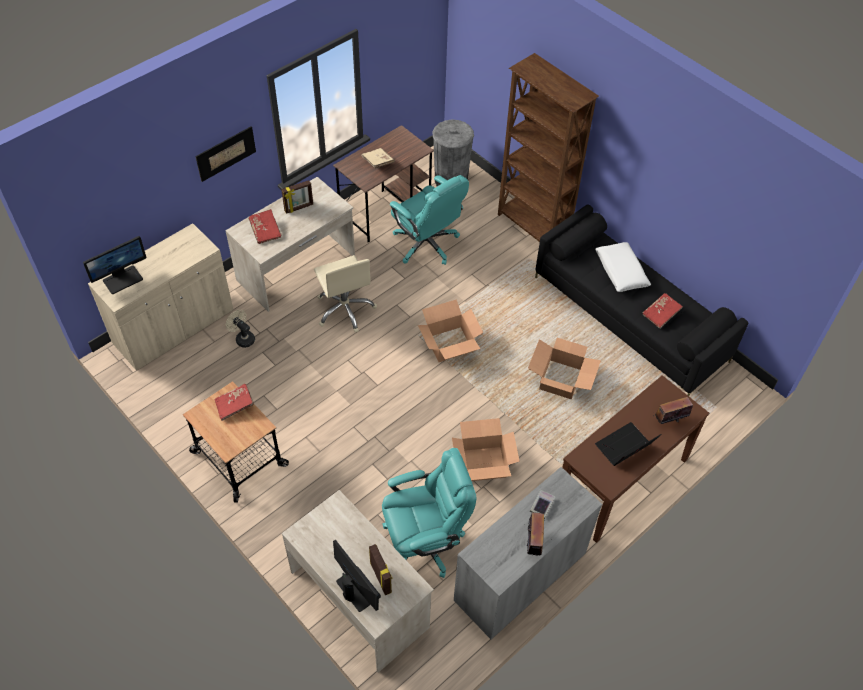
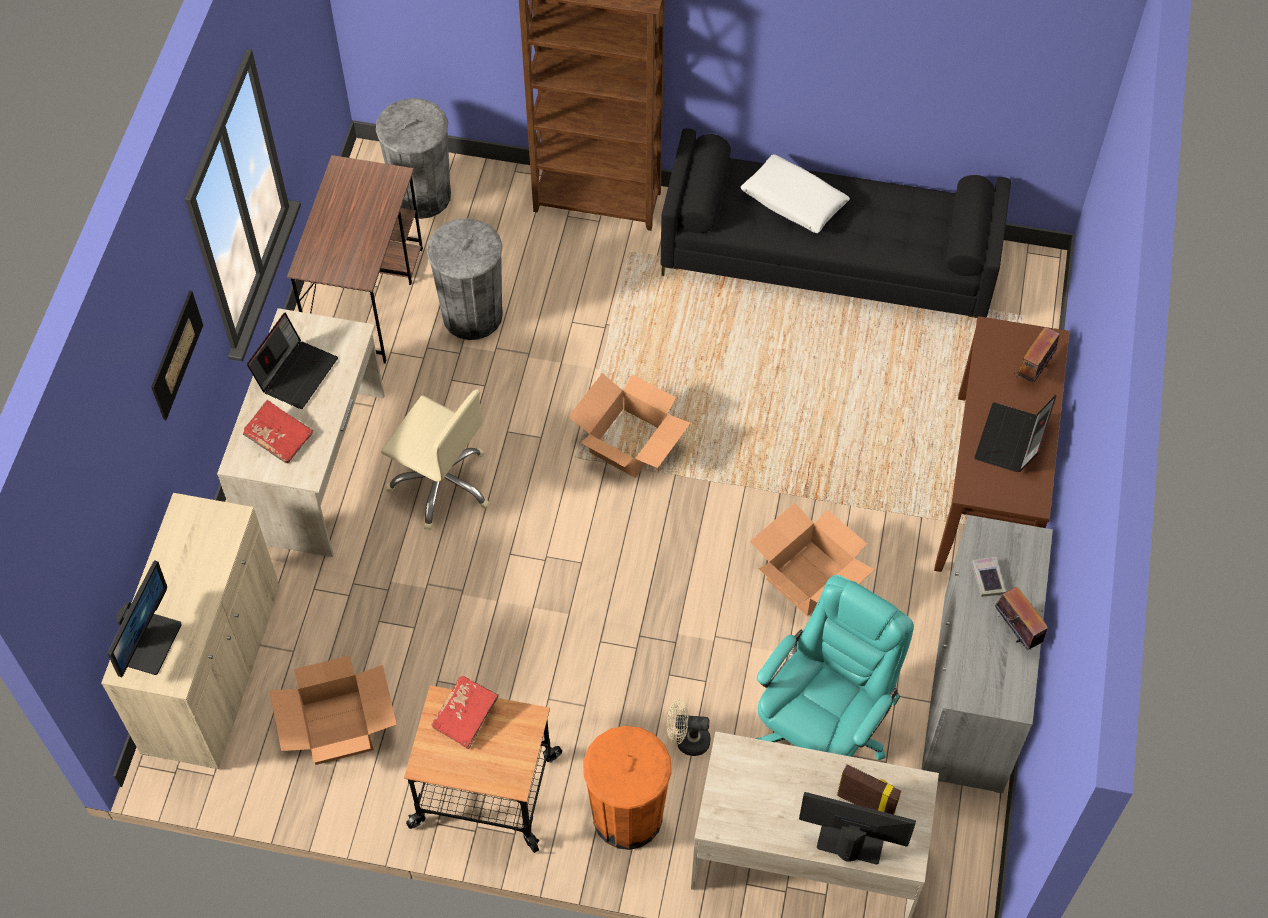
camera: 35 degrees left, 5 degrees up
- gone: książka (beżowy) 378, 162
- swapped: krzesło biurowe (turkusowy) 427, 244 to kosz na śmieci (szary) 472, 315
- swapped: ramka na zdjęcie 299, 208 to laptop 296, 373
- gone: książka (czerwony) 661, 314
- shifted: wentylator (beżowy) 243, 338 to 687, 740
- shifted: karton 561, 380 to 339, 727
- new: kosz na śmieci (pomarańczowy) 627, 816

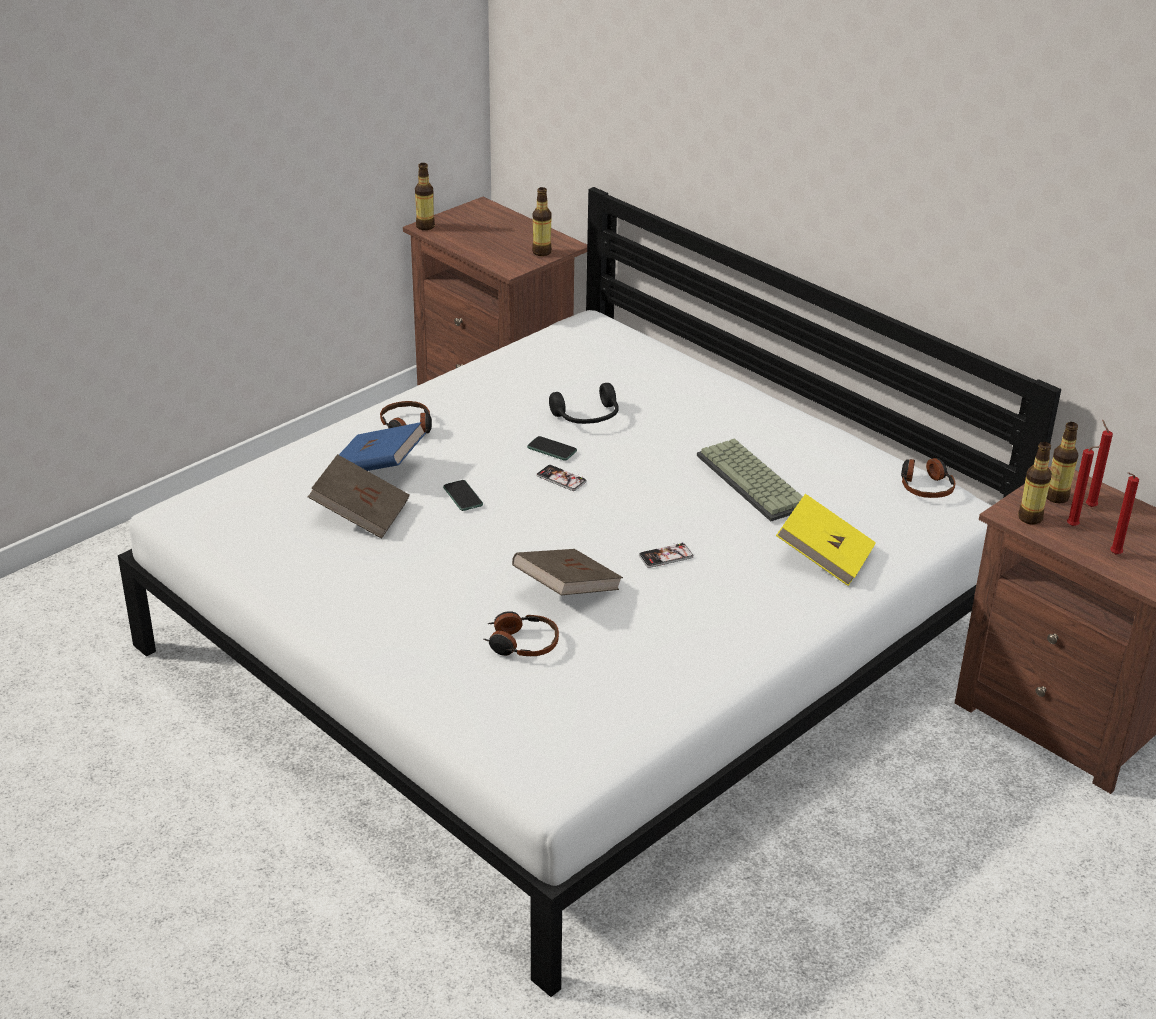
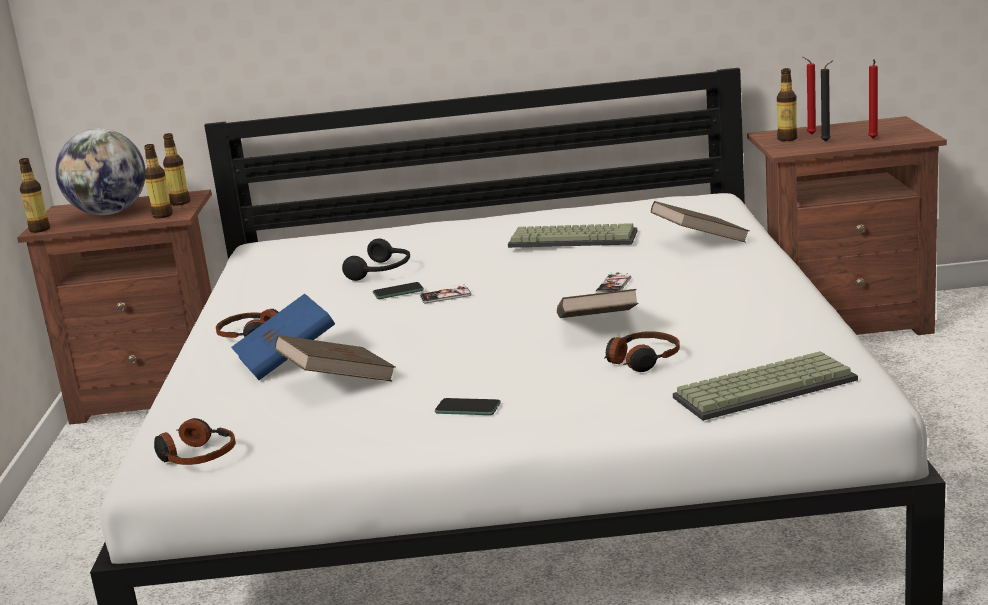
camera: 45 degrees left, 15 degrees down
- shifted: butelka 1030, 518 to 162, 215
- repainted: świeca (czerwony) 1074, 527 to świeca (czarny) 827, 141
- shifted: słuchawki 925, 486 to 196, 456
- shifted: telefon 463, 496 to 468, 408
- repainted: książka (żółty) 824, 558 to książka (brązowy) 700, 242
- new: globus 109, 213
- new: klawiatura 765, 387

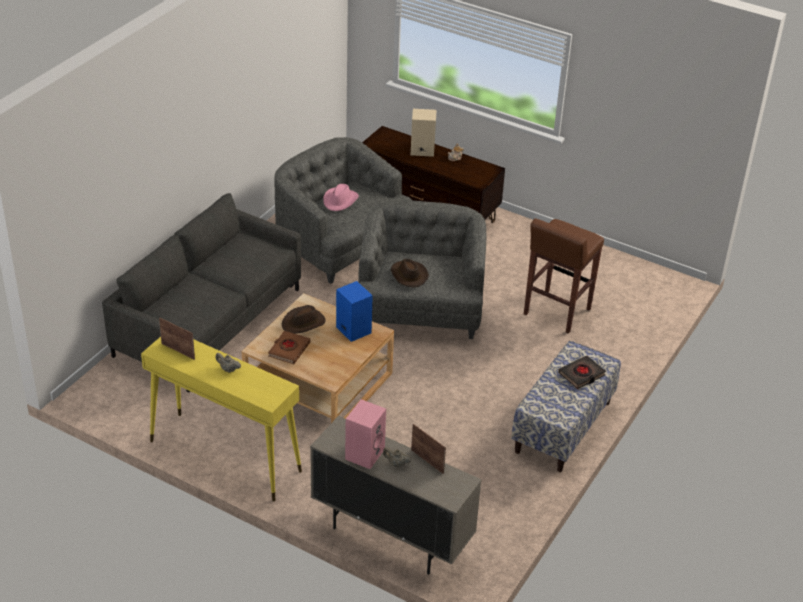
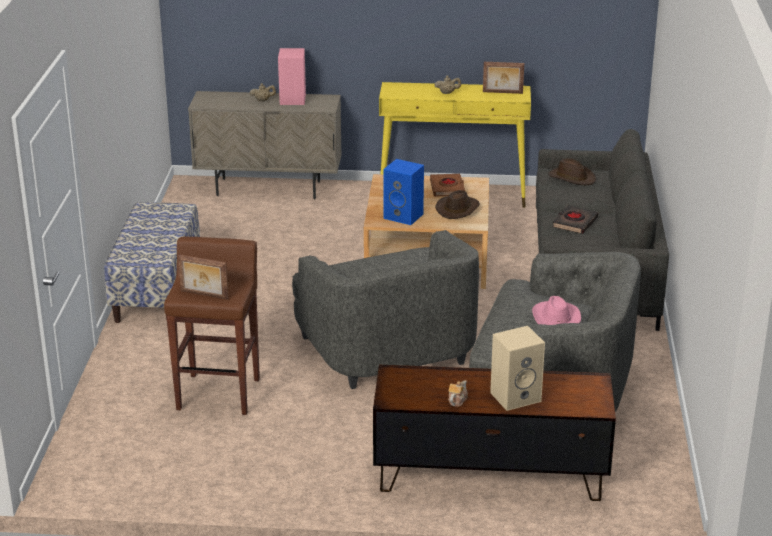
camera: 155 degrees right, 10 degrees down
- shifted: kapelusz (brązowy) 408, 275 to 572, 177
- shifted: książka (czarny) 581, 374 to 574, 223
- shifted: ramka na zdjęcie 427, 461 to 204, 295

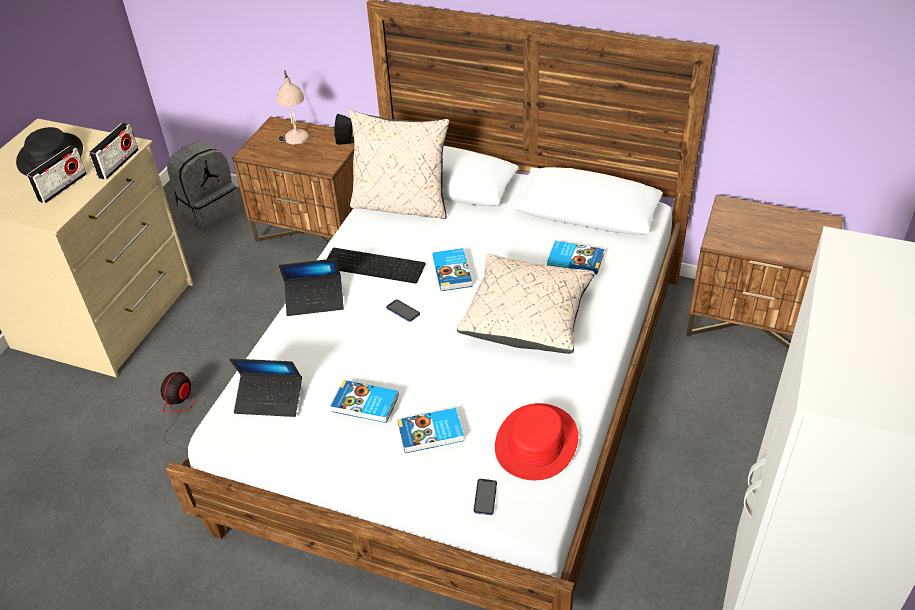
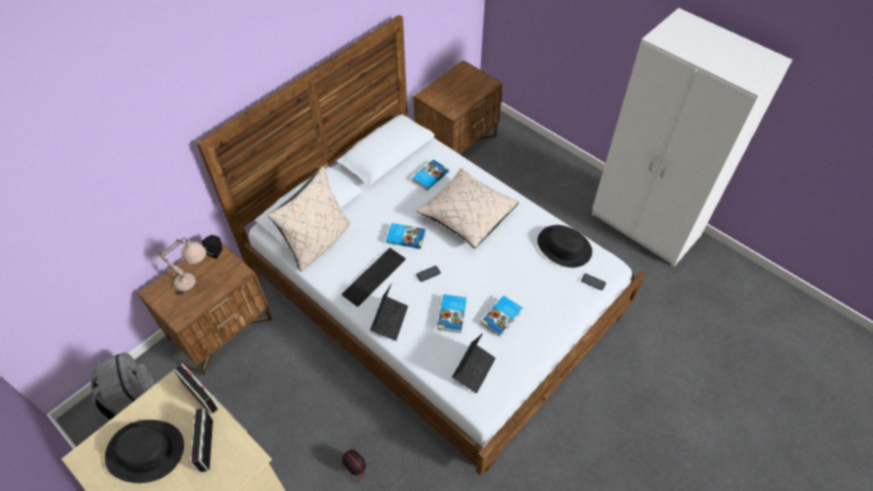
camera: 70 degrees left, 10 degrees up
- rotated: radio 62, 187 = 205, 445 150 degrees counterclockwise
- repainted: kapelusz (czerwony) 536, 442 to kapelusz (czarny) 564, 247
- shifted: książka 431, 433 to 452, 314

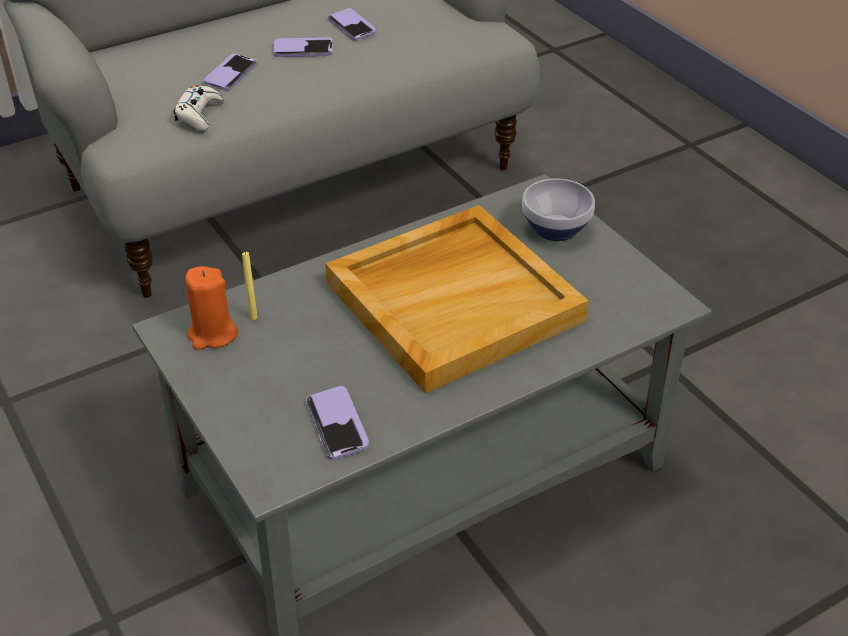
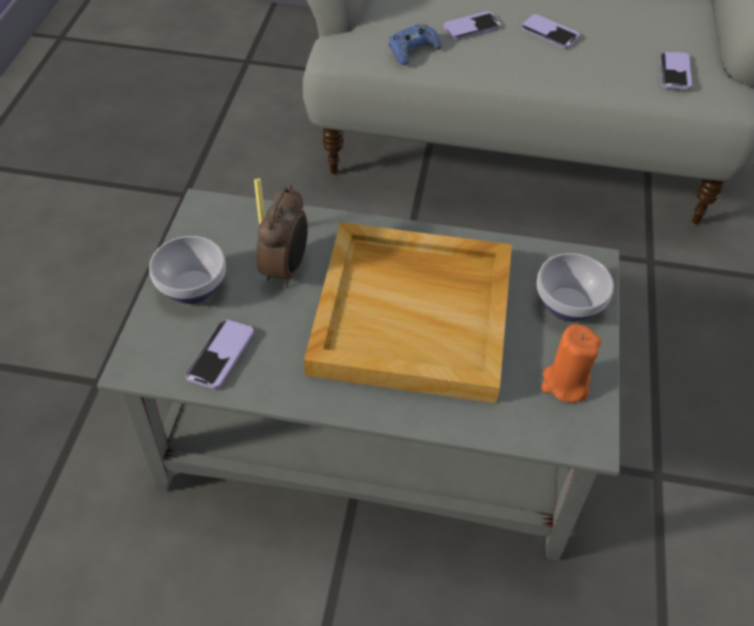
camera: 40 degrees right, 10 degrees up
- shifted: telefon 352, 26 to 674, 72
- repainted: pad do gier (biały) 199, 115 to pad do gier (niebieski) 413, 50
- shifted: świeca (pomarańczowy) 212, 334 to 565, 383
- new: budzik 286, 269
- new: miska 194, 287

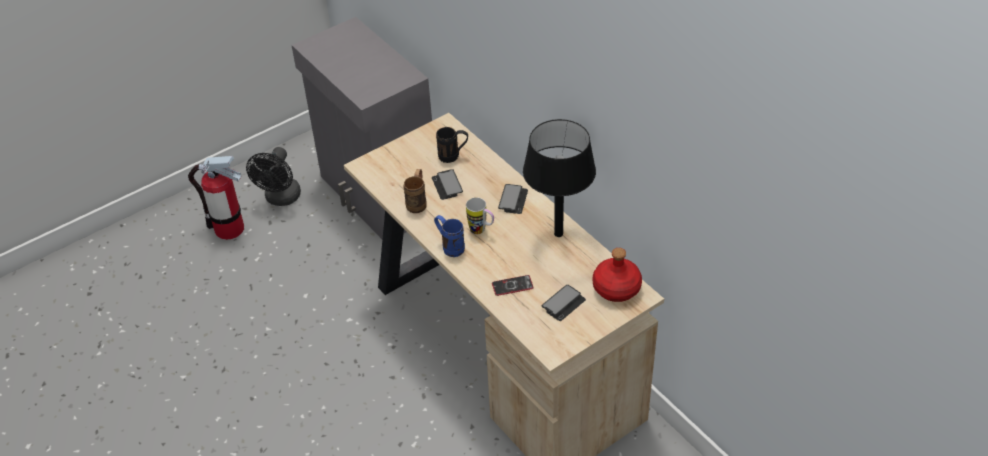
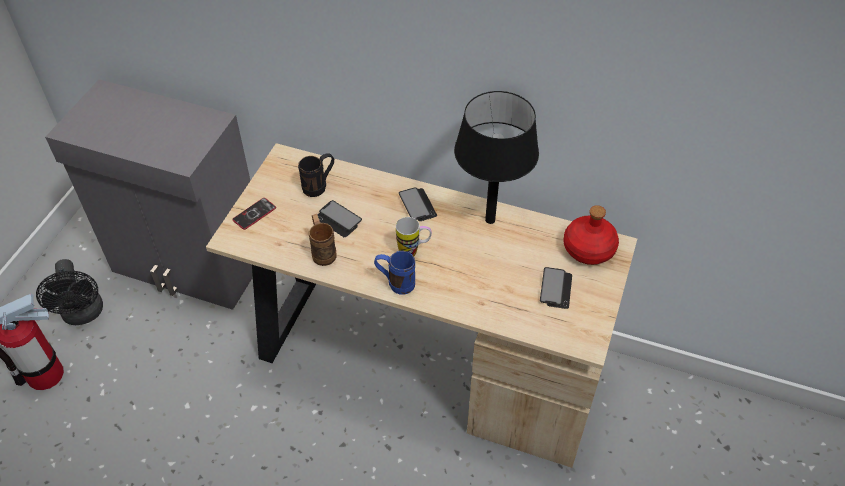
camera: 35 degrees left, 5 degrees up
- shifted: telefon 512, 286 to 254, 214

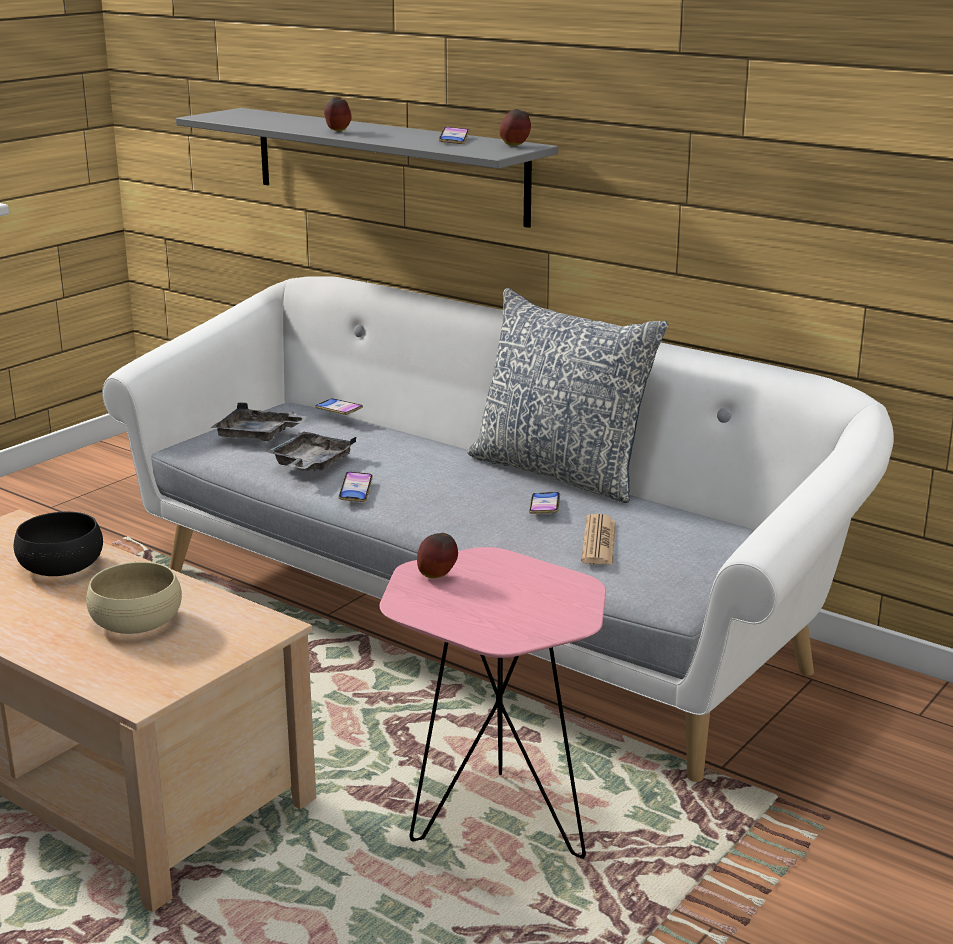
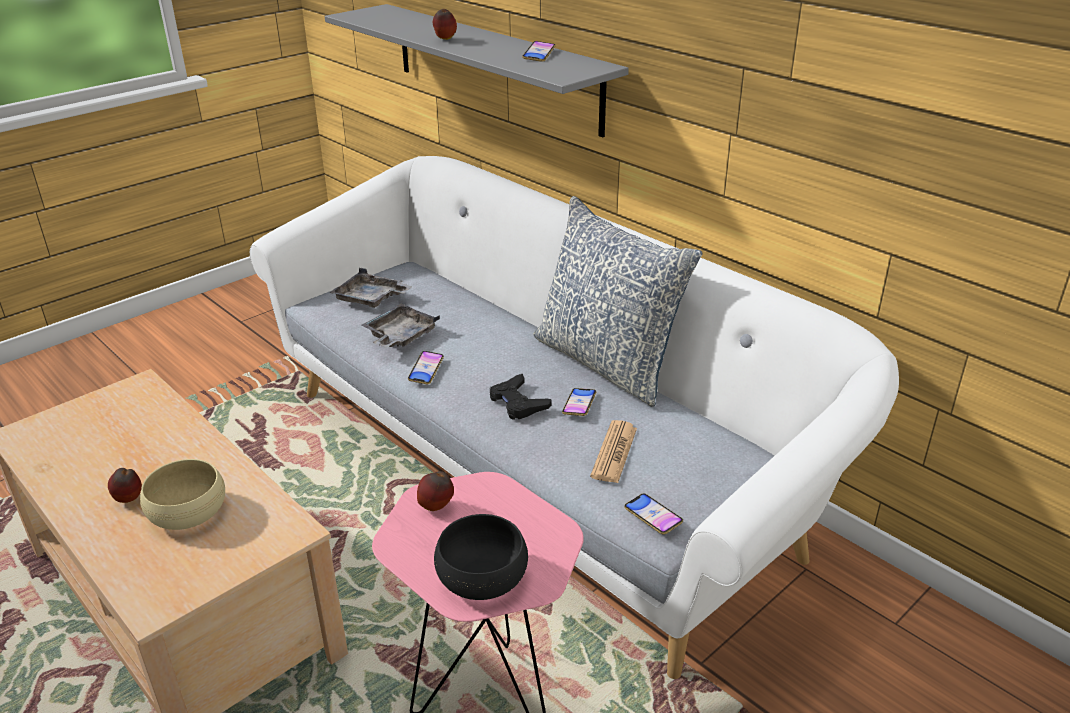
camera: 10 degrees right, 10 degrees up
- shifted: jabłko 515, 146 to 129, 500
- shifted: telefon 339, 410 to 653, 517
- shifted: miska (czarny) 61, 566 to 482, 577
- new: pad do gier (czarny) 518, 402

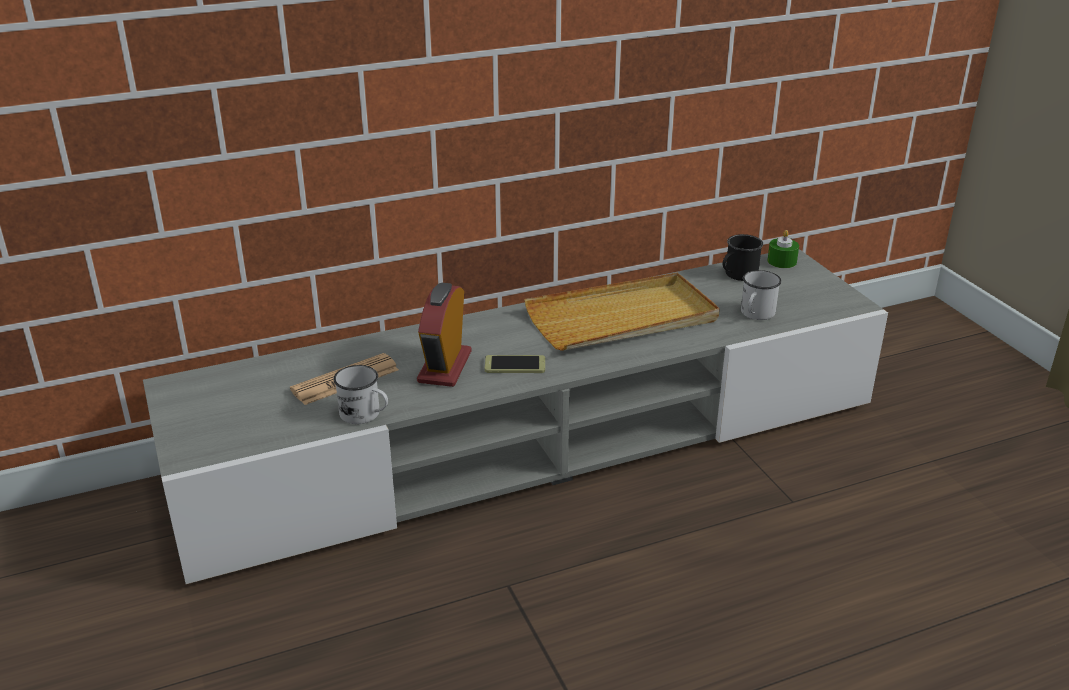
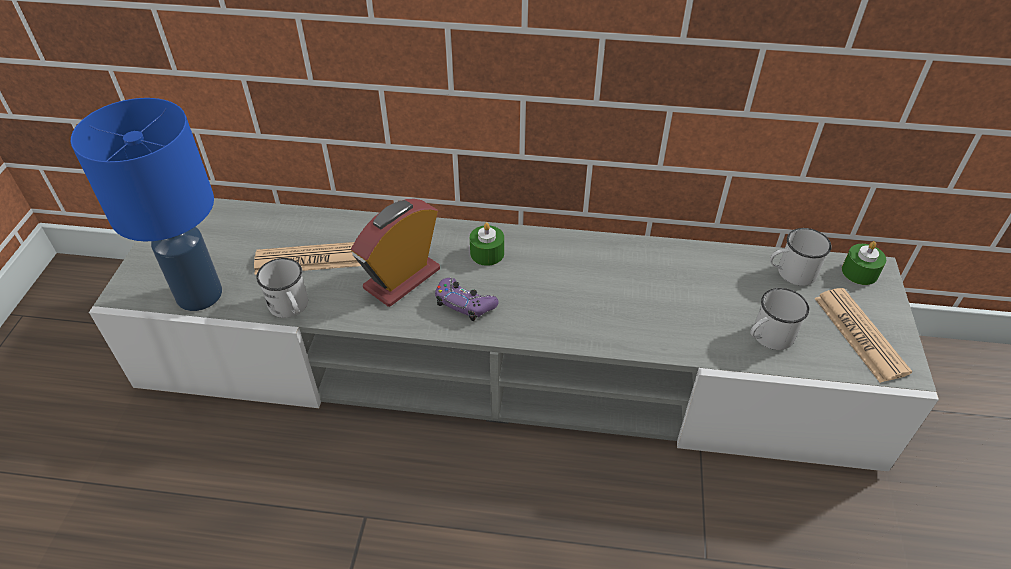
camera: 30 degrees right, 15 degrees up
- repainted: kubek (czarny) 737, 275 to kubek (biały) 790, 273
- gone: taca (beżowy) 623, 319
- swapped: telefon 515, 365 to pad do gier (fioletowy) 465, 303
- new: lampa stołowa (niebieski) 201, 294
- new: świeca (zielony) 487, 253
- new: gazeta 860, 335

